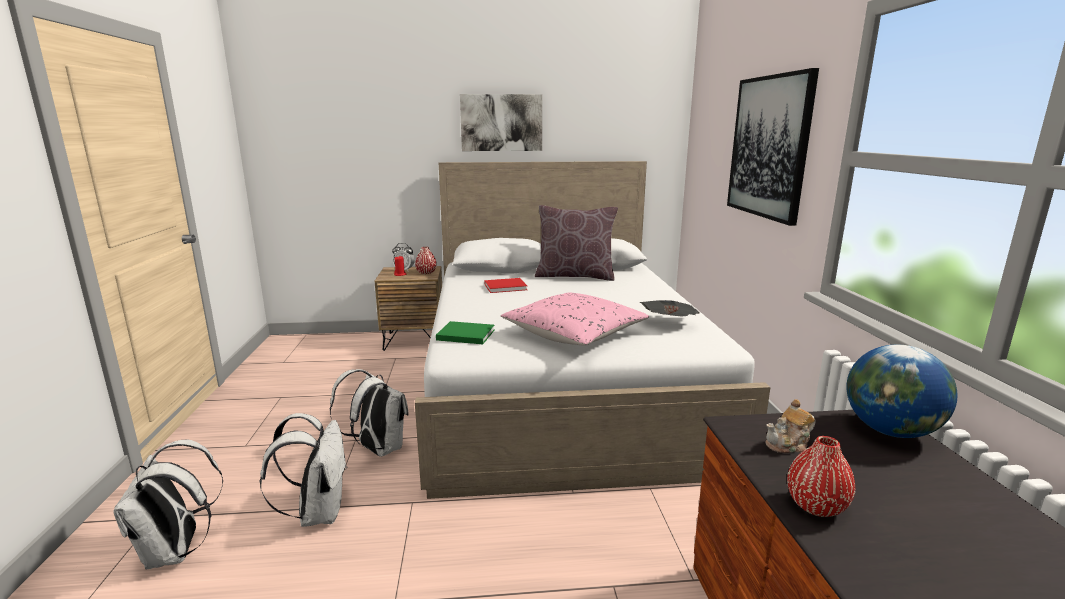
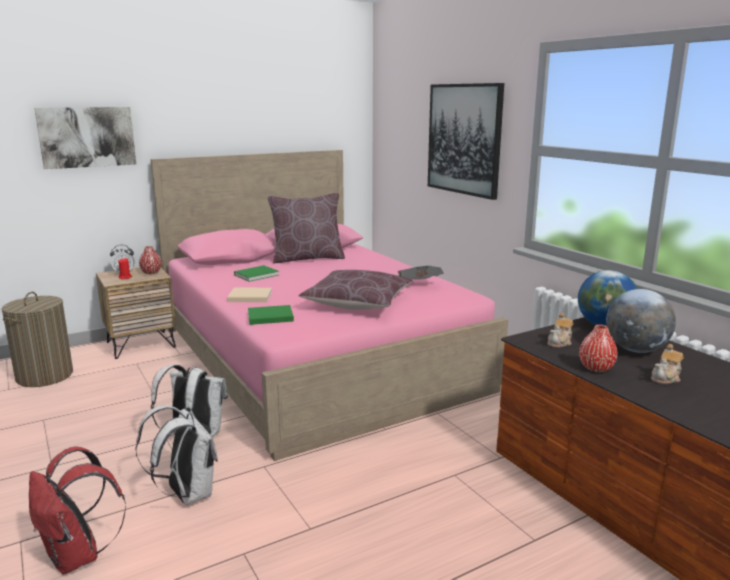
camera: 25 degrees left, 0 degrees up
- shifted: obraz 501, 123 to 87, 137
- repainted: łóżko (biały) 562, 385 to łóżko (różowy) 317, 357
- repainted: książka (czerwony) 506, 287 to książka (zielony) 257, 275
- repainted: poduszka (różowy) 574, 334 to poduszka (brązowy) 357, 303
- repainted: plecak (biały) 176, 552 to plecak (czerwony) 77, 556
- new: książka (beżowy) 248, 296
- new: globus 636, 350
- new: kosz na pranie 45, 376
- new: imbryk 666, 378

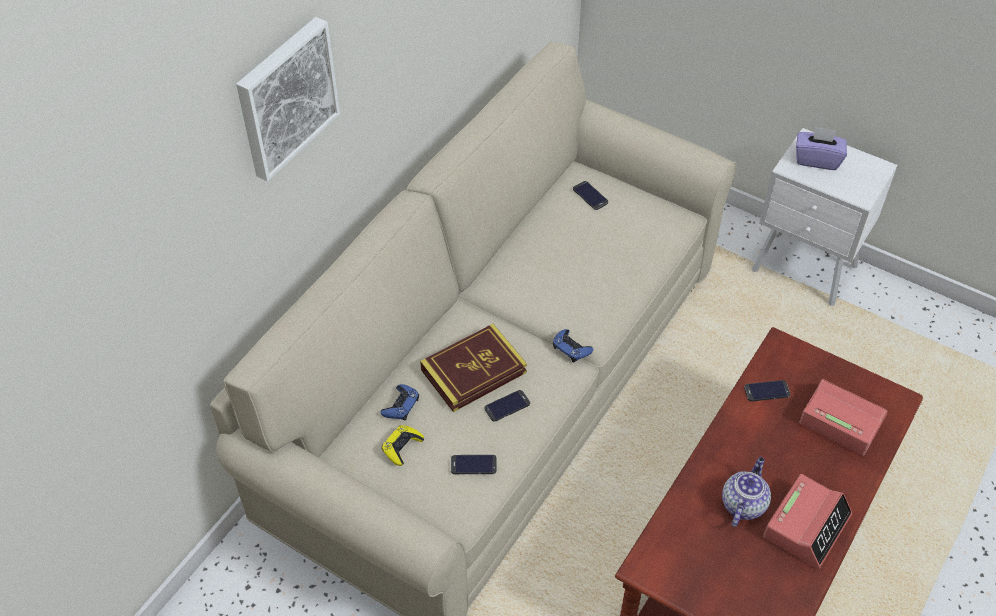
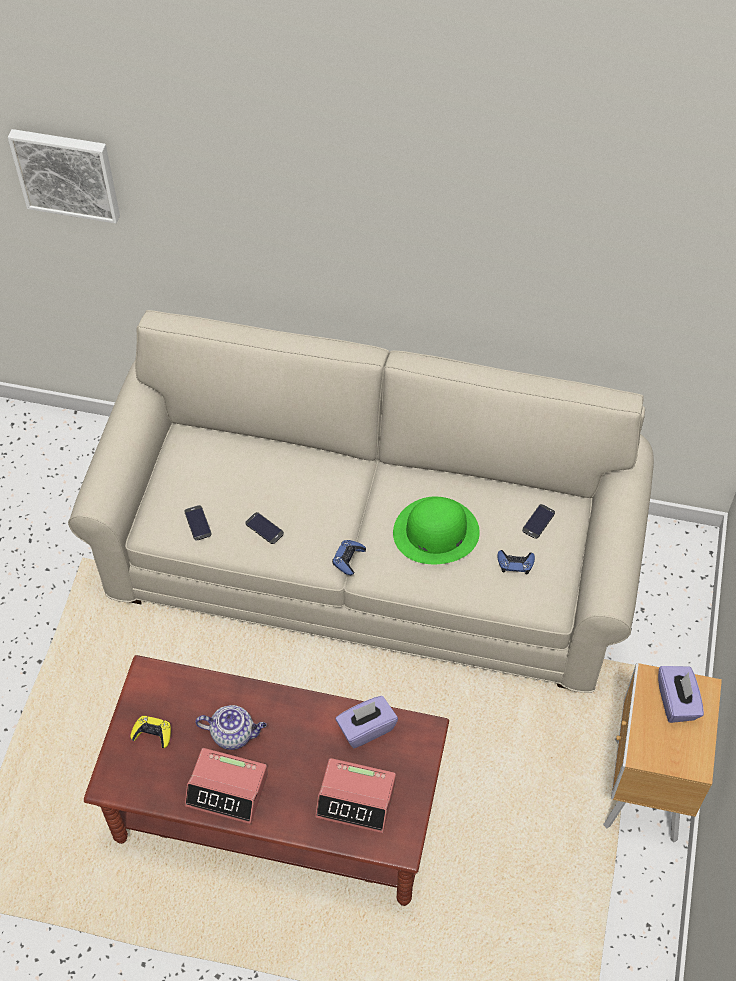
camera: 70 degrees right, 5 degrees up
- shifted: obraz 285, 97 to 67, 173
- repainted: szafka nocna (biały) 805, 271 to szafka nocna (brązowy) 643, 791
- gone: książka 473, 371
- rotated: budzik 841, 420 = 356, 799 90 degrees clockwise
- swapped: telefon 766, 391 to pudełko chusteczek (fioletowy) 366, 728
- shifted: pad do gier (niebieski) 401, 405 to 515, 563
- shifted: pad do gier (żółty) 402, 447 to 152, 733
- new: kapelusz (zielony) 435, 532

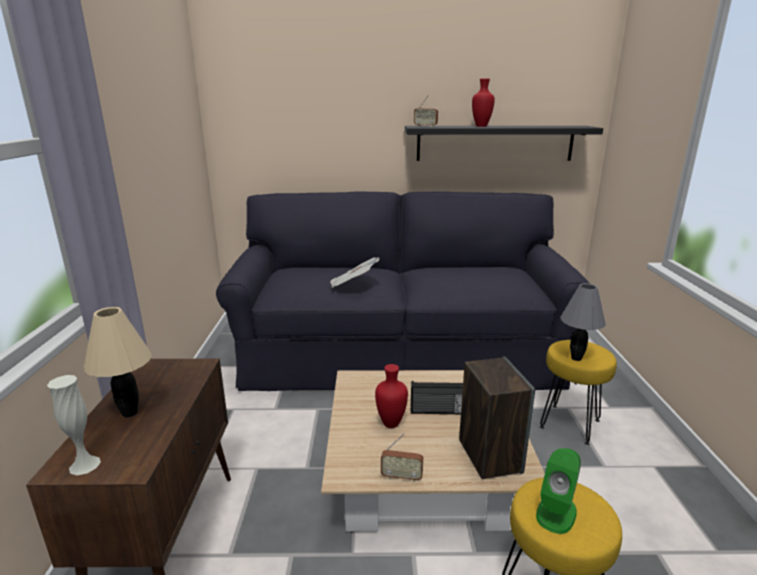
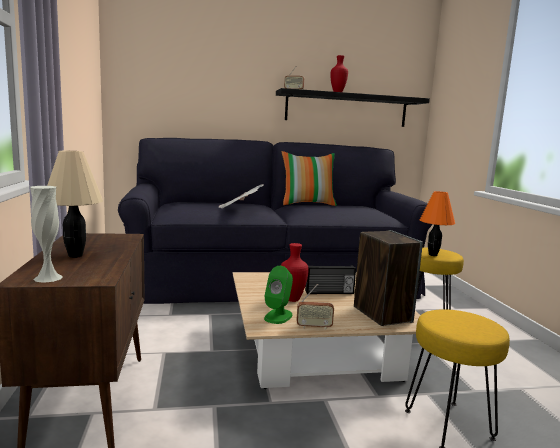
camera: 10 degrees left, 10 degrees down
- repainted: lampa stołowa (szary) 576, 358 to lampa stołowa (pomarańczowy) 433, 255
- shifted: głośnik (zielony) 556, 512 to 278, 316
- new: poduszka 308, 204

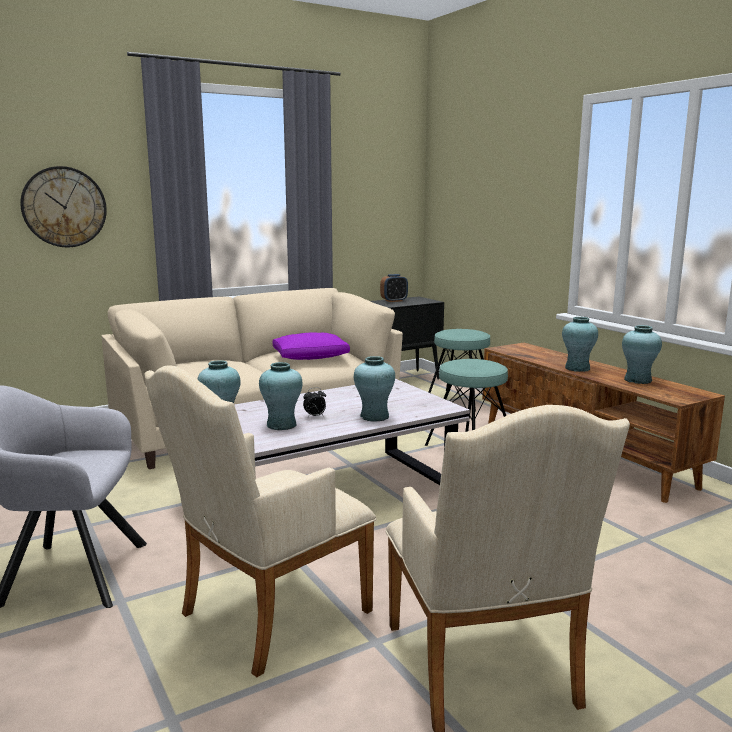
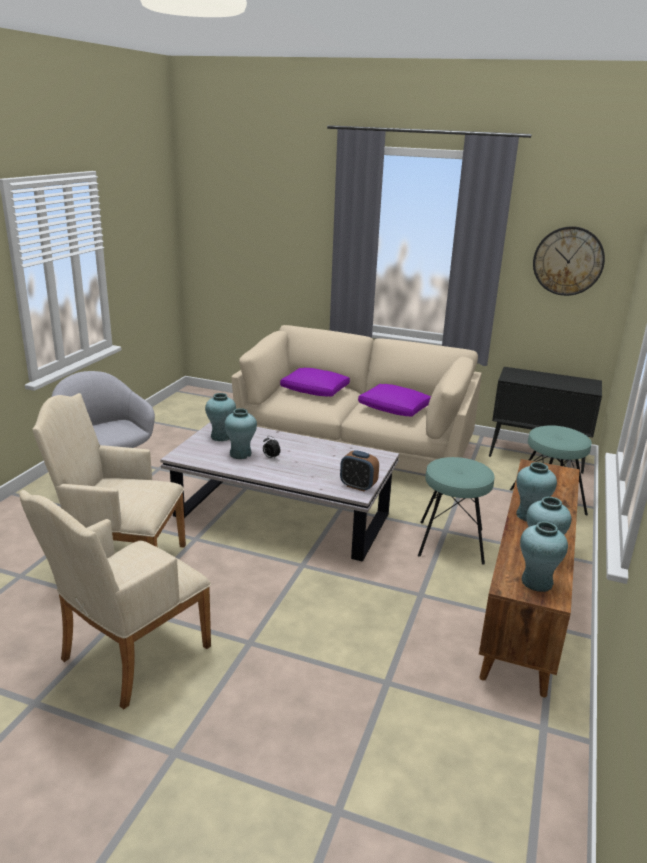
camera: 50 degrees right, 10 degrees up
- shifted: zegar ścienny 64, 207 to 568, 261
- shifted: budzik 394, 301 to 358, 486
- shifted: wazon (turkusowy) 374, 417 to 536, 582
- new: poduszka (fioletowy) 315, 391

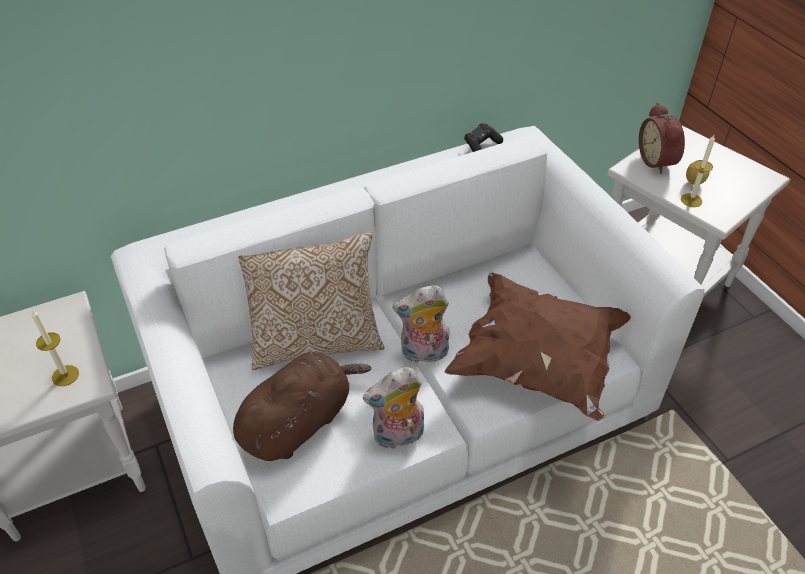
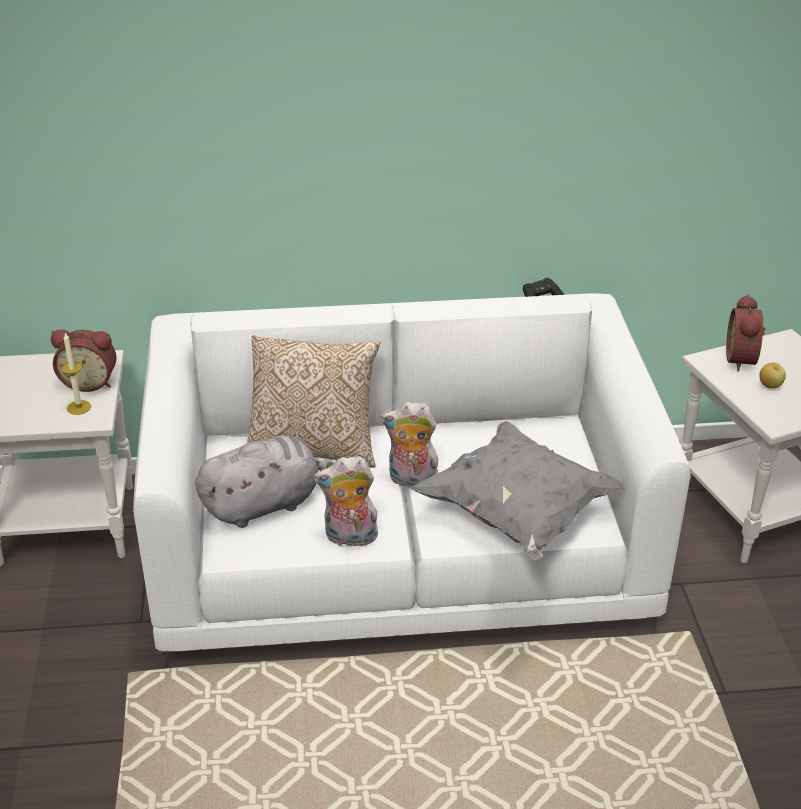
camera: 20 degrees right, 10 degrees down
- gone: świeca 691, 200
- repainted: poduszka (brązowy) 537, 363 to poduszka (szary) 517, 514
- repainted: pluszak (brązowy) 299, 422 to pluszak (szary) 265, 504
- new: budzik 90, 382

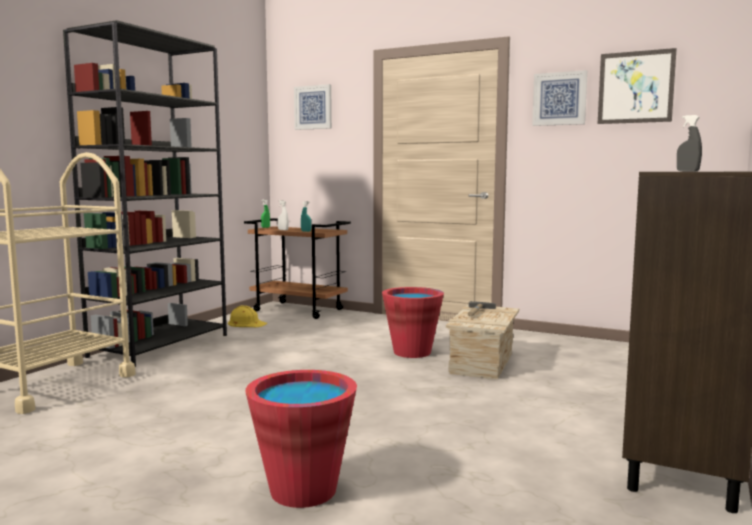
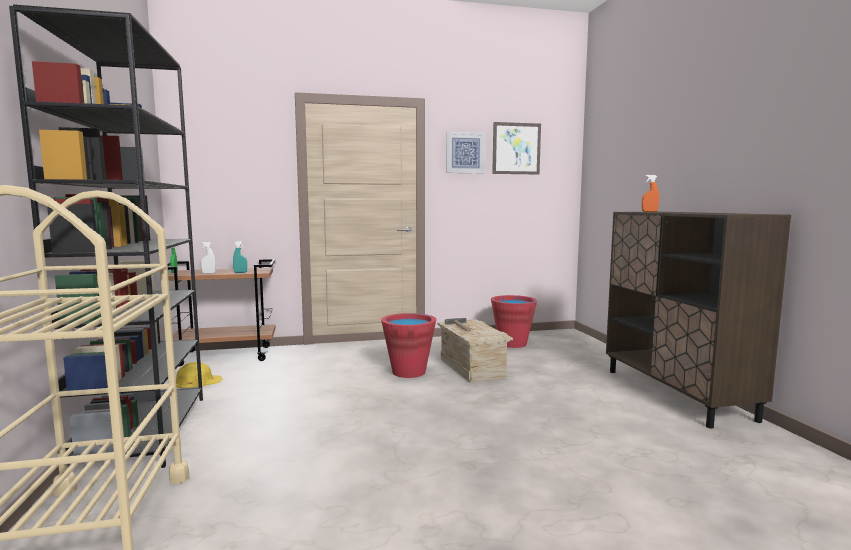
camera: 40 degrees left, 0 degrees up
- gone: obraz 313, 107
- repainted: spryskiwacz (szary) 687, 171 to spryskiwacz (pomarańczowy) 649, 211
- shifted: wiadro (czerwony) 303, 490 to 512, 344

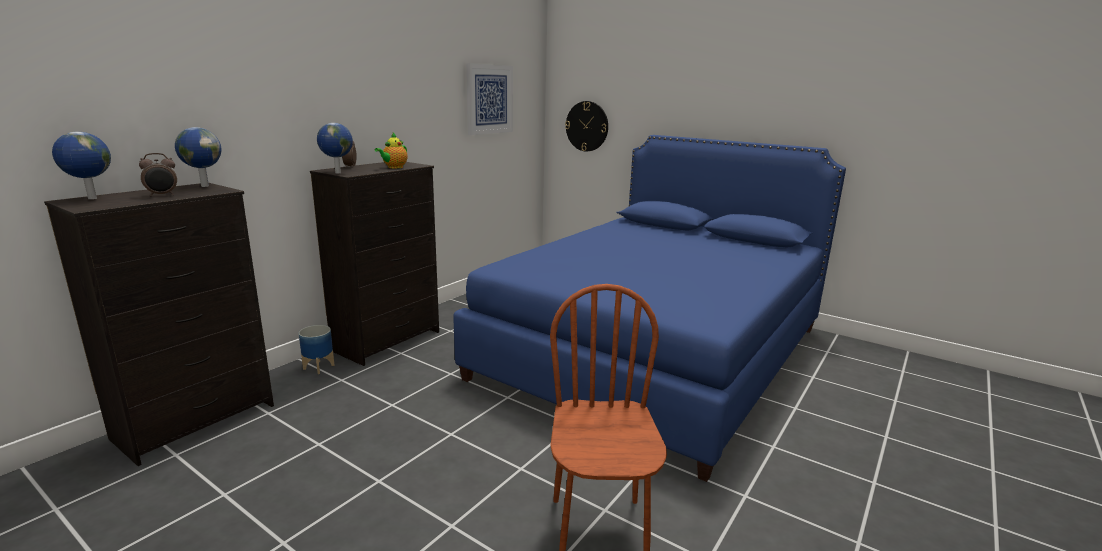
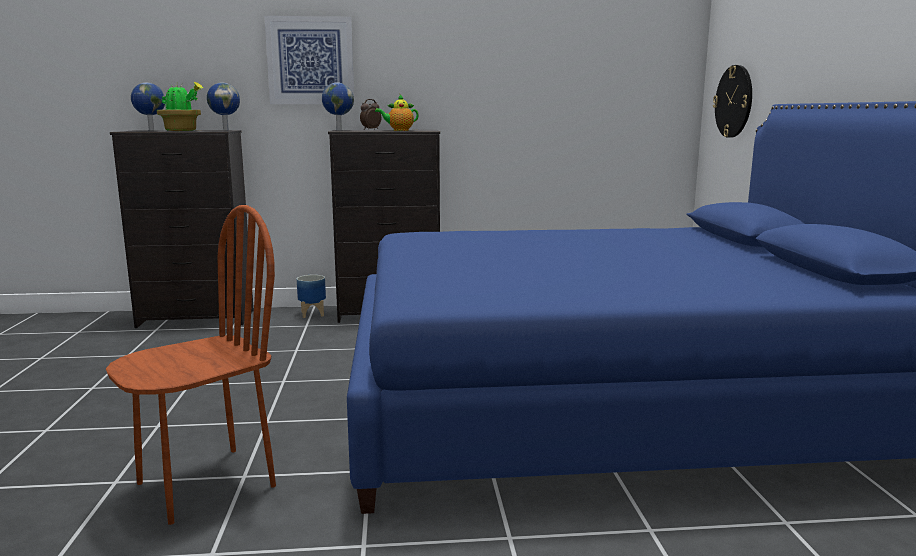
camera: 50 degrees right, 5 degrees down
- shifted: obraz 489, 99 to 310, 61
- swapped: budzik 162, 195 to roślina doniczkowa 182, 130

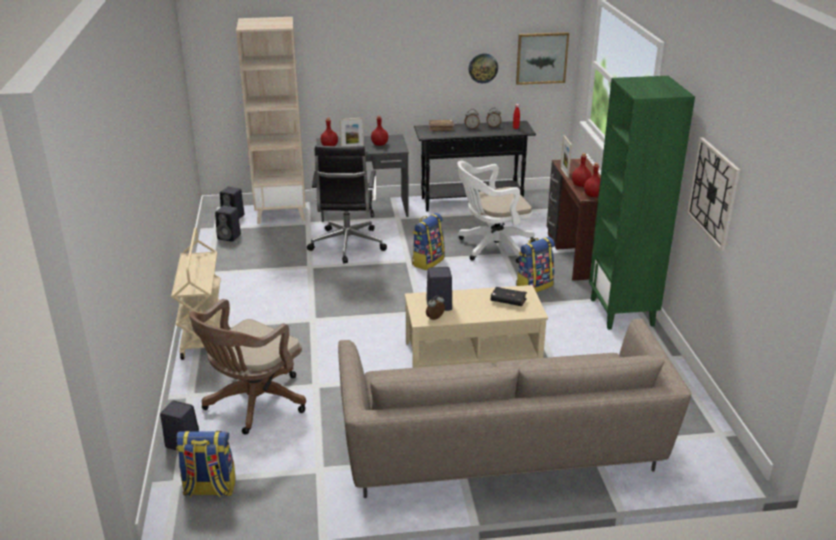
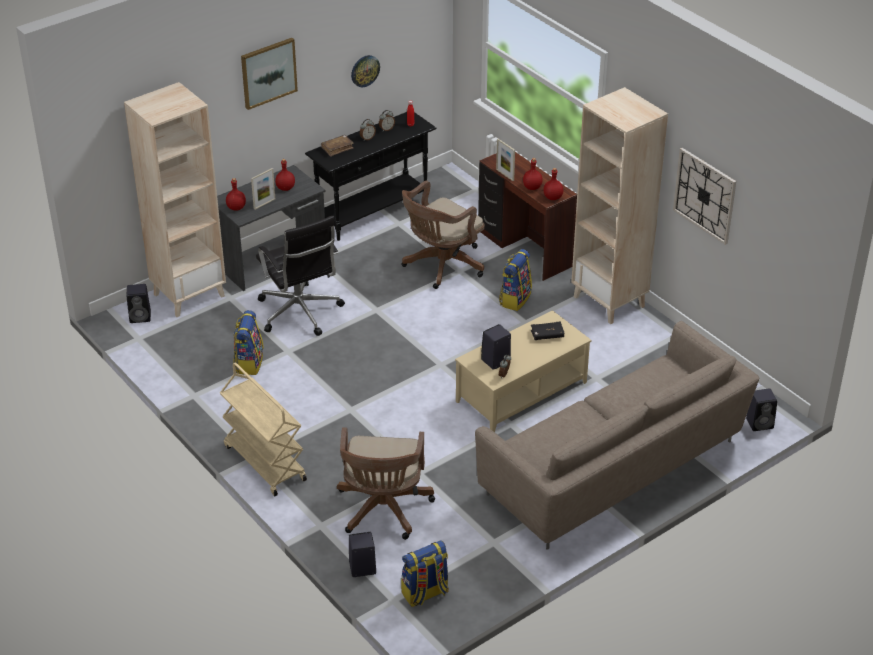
camera: 30 degrees left, 10 degrees up
- shifted: obraz 541, 58 to 268, 72
- repainted: regał (zielony) 622, 312 to regał (beżowy) 609, 301
- repainted: krzesło biurowe (biały) 492, 247 to krzesło biurowe (brązowy) 441, 266
- shifted: głośnik (czarny) 230, 237 to 760, 423
- shifted: plecak 427, 261 to 249, 362

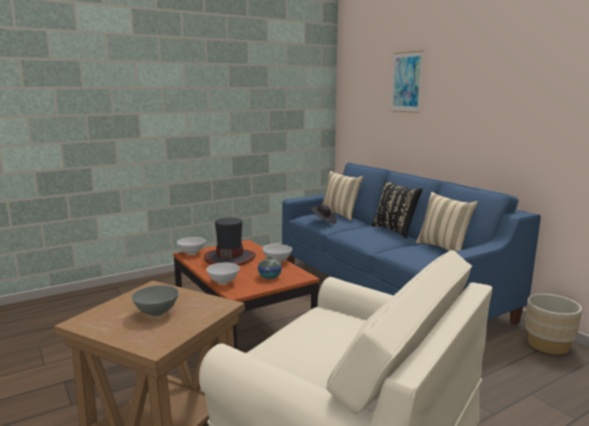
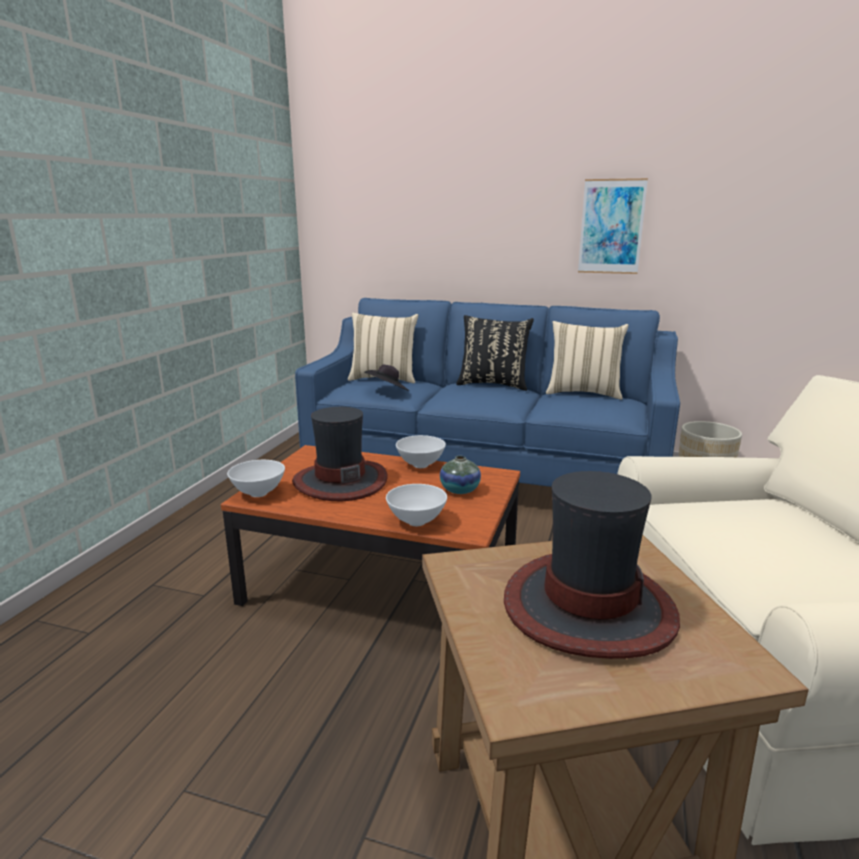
camera: 40 degrees left, 5 degrees up
- shifted: obraz 406, 82 to 611, 227
- swapped: miska (szary) 157, 313 to kapelusz 587, 607

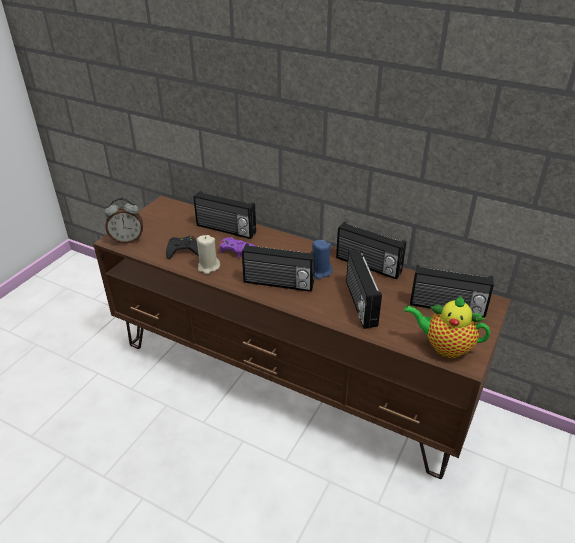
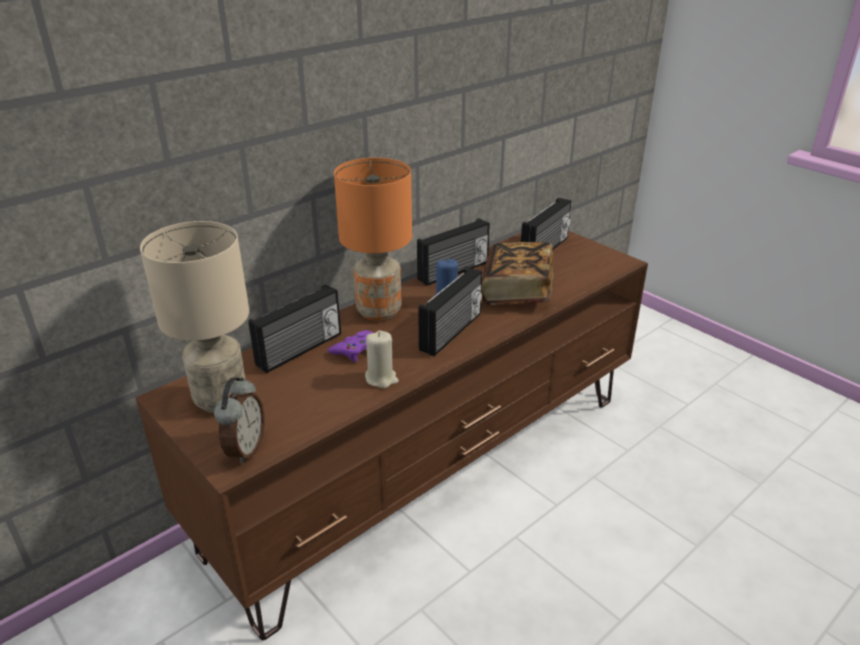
camera: 70 degrees left, 5 degrees down
- gone: pad do gier (czarny) 183, 250
- swapped: radio 359, 303 to książka 516, 291
- gone: imbryk 444, 347
- new: lampa stołowa (pomarańczowy) 379, 312
- new: lampa stołowa (beżowy) 219, 399

